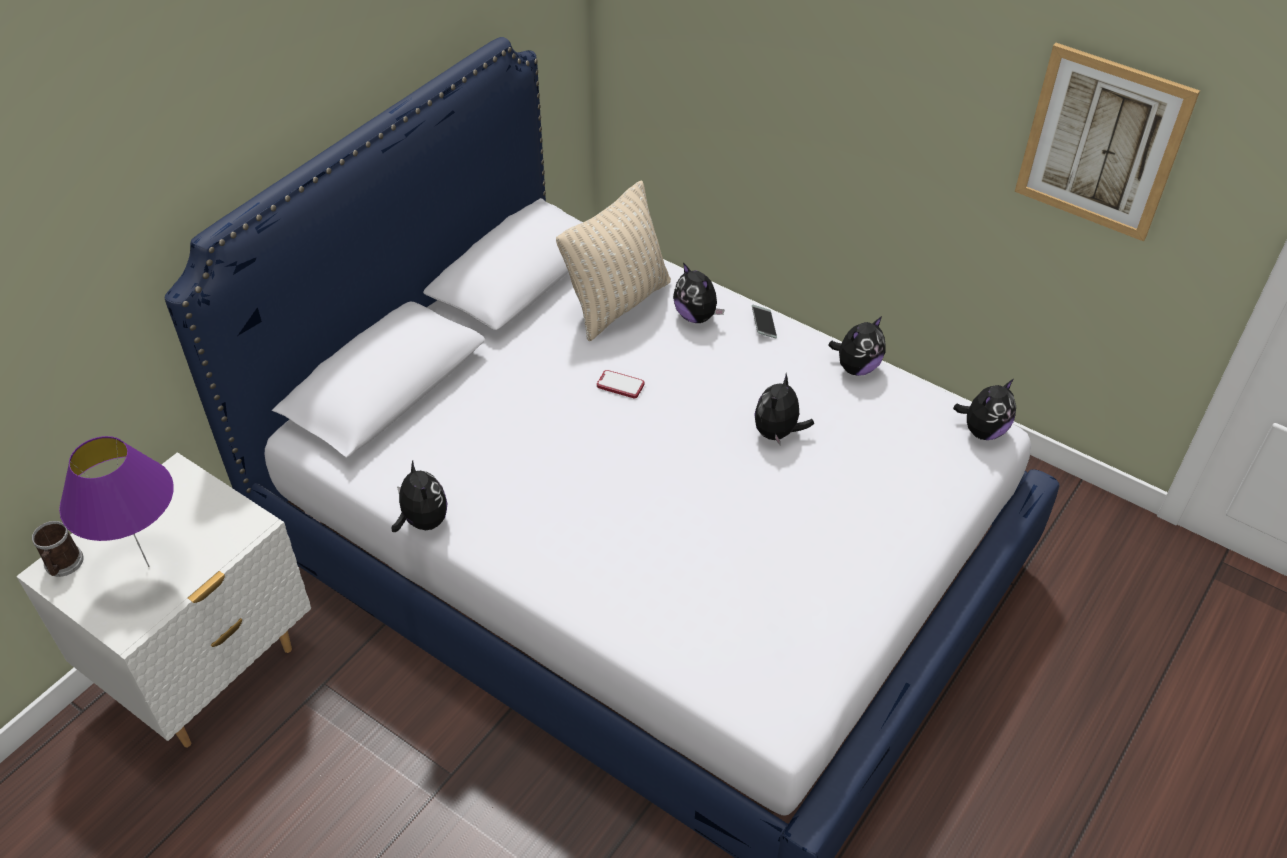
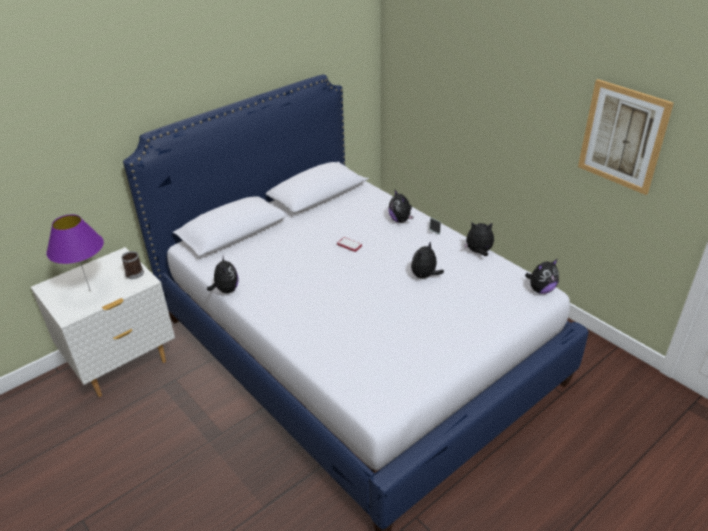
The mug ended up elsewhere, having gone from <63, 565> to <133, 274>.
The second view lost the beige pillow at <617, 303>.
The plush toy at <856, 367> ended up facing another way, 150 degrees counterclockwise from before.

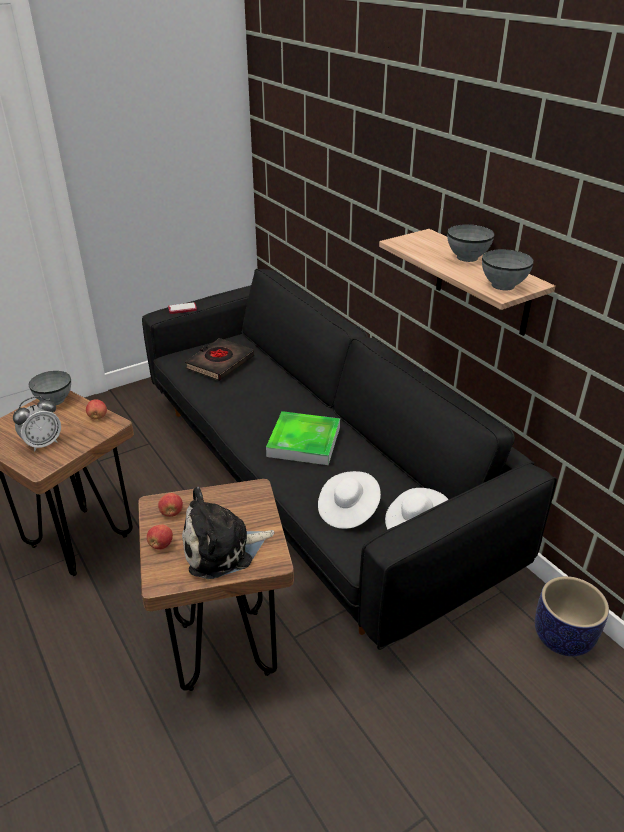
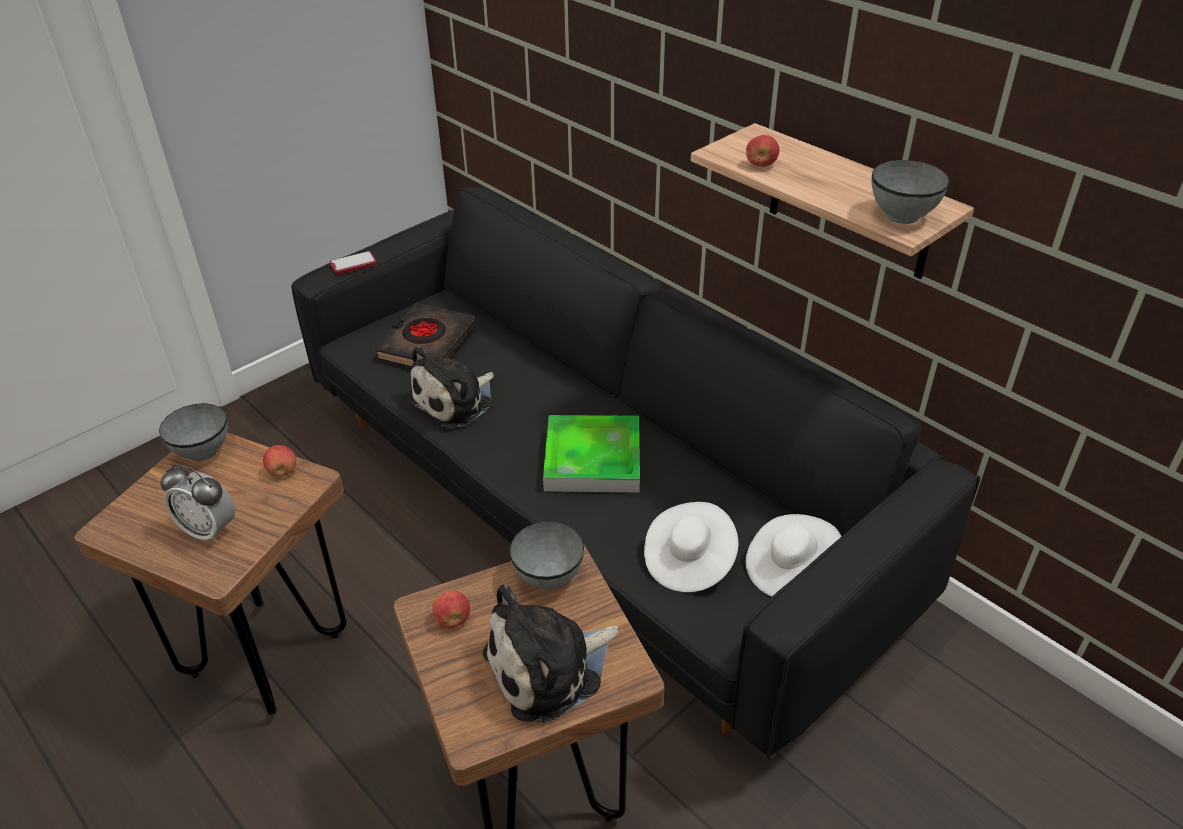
The alarm clock at <43, 443> ended up facing another way, 75 degrees clockwise from before.
The apple ended up elsewhere, having gone from <161, 545> to <761, 164>.
The grey bowl ended up elsewhere, having gone from <467, 257> to <548, 576>.
The second view lost the planter at <563, 637>.
The second view gained the plush toy at <455, 401>.

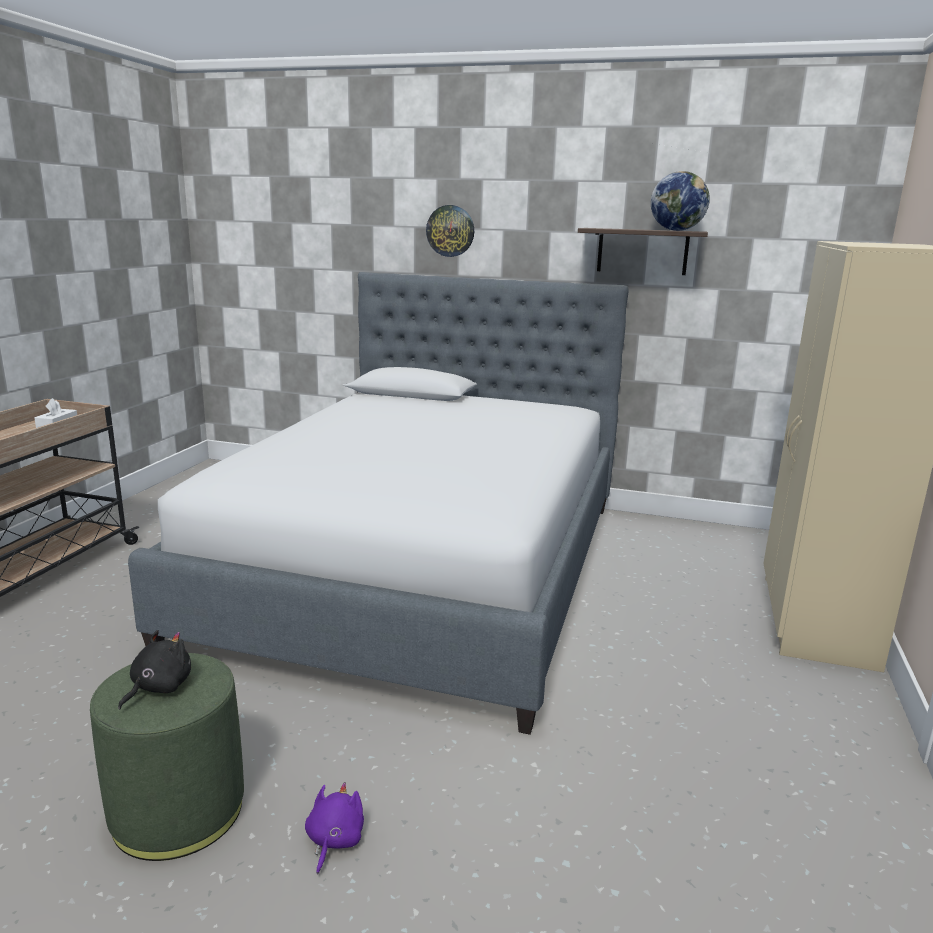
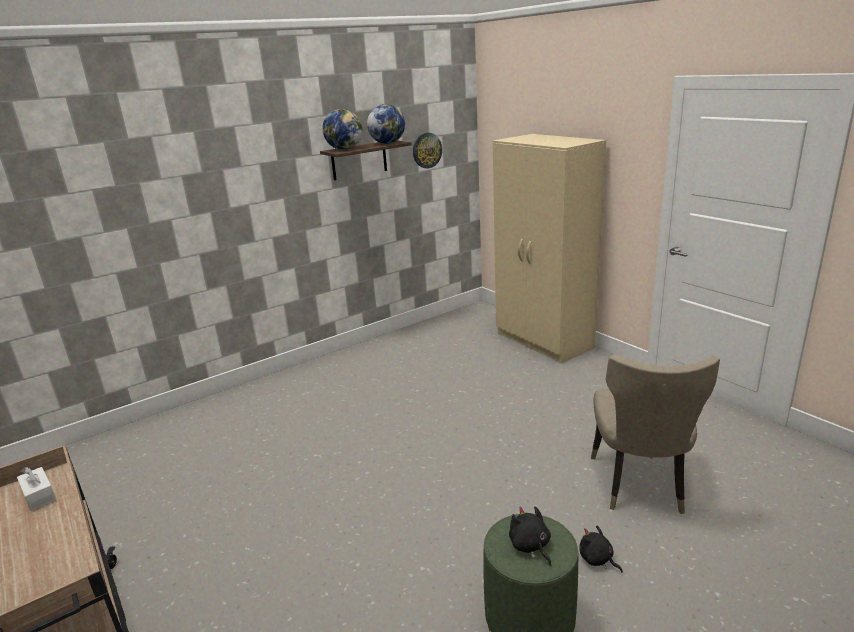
The second view lost the bed at <423, 568>.
What was the purple plush toy at <334, 841> turned into the black plush toy at <597, 559>.
The wall clock ended up elsewhere, having gone from <450, 231> to <427, 150>.
The second view gained the globe at <345, 149>.
The second view gained the beige chair at <640, 486>.

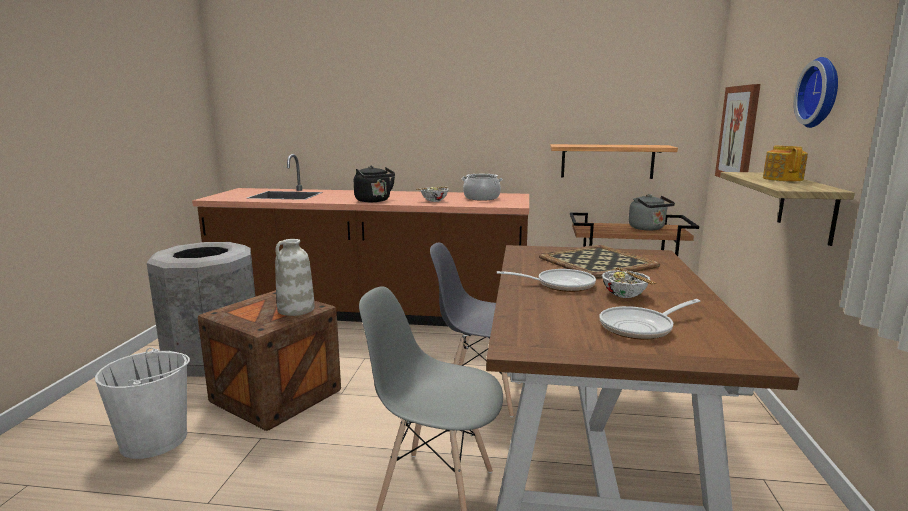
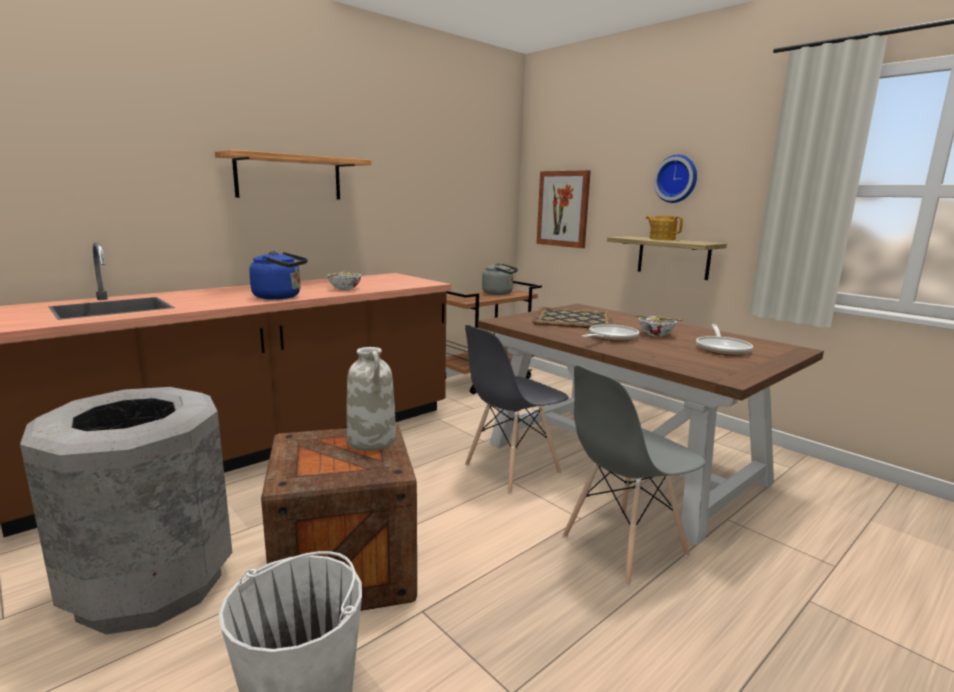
What was the black kettle at <374, 201> turned into the blue kettle at <280, 297>.
The second view lost the cooking pot at <481, 198>.
The shelf ended up elsewhere, having gone from <607, 161> to <289, 177>.

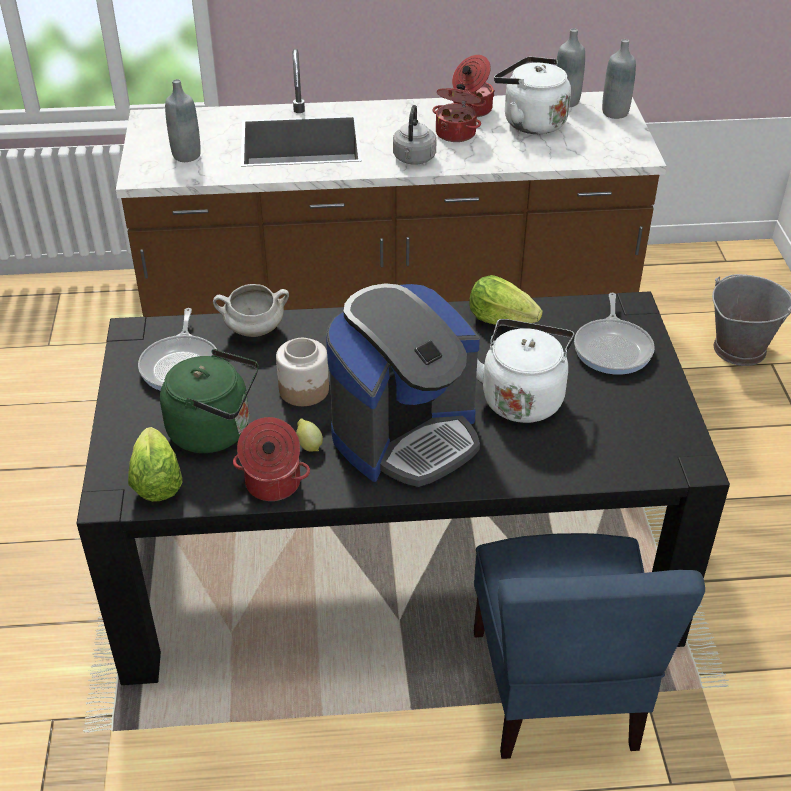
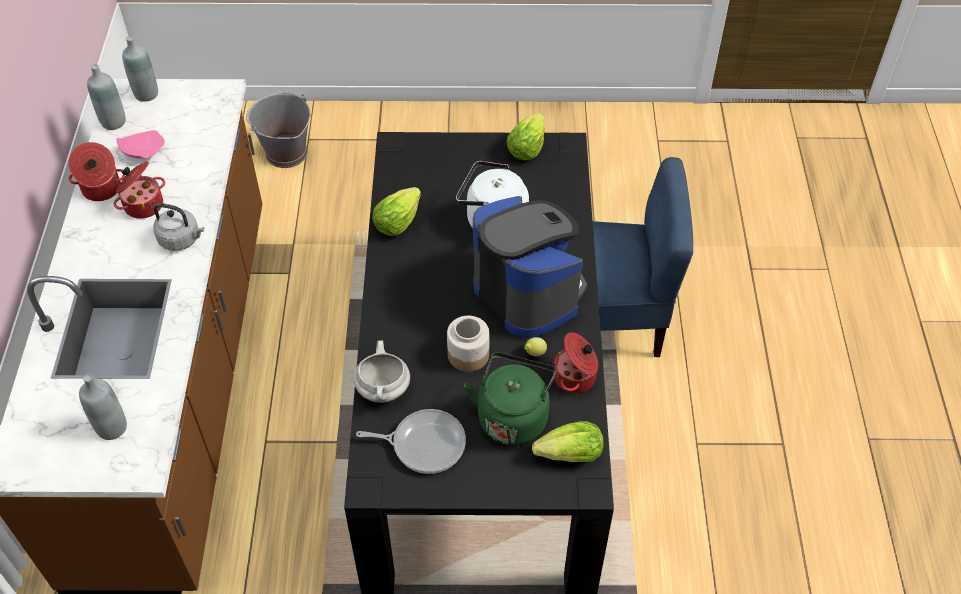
Where the white kettle stood at <530, 122>, the pink plate came to stand at <142, 151>.
The second view lost the frying pan at <613, 348>.
The second view gained the lettuce at <526, 148>.

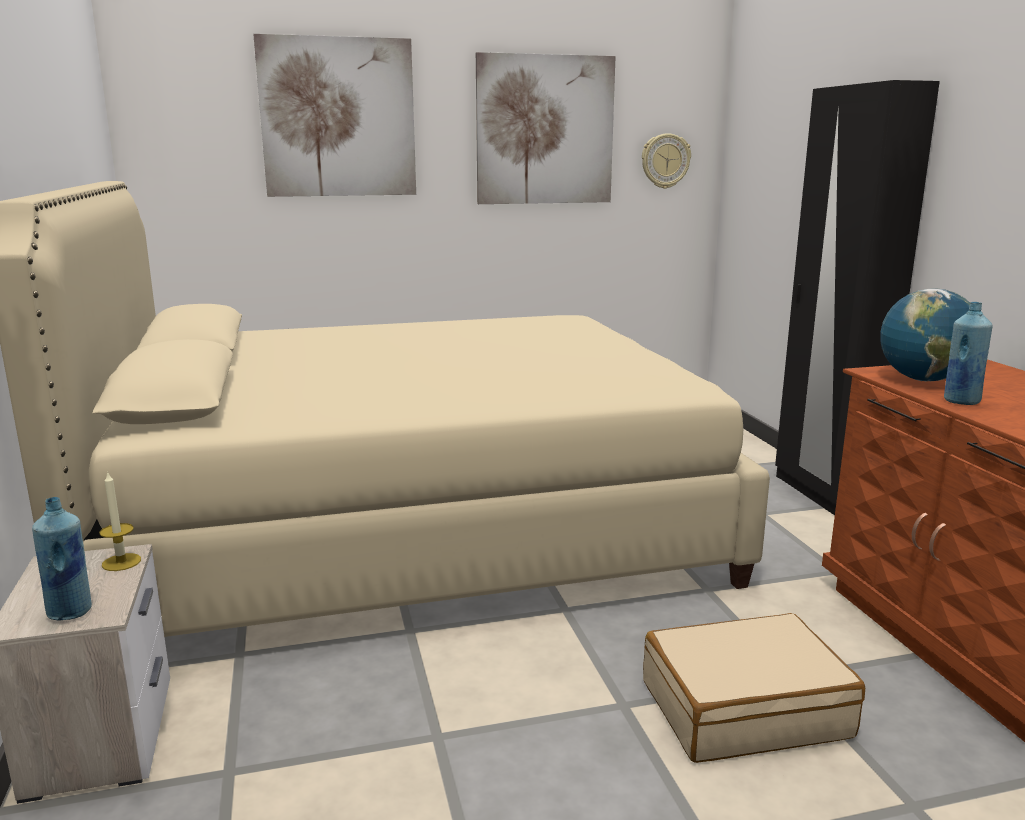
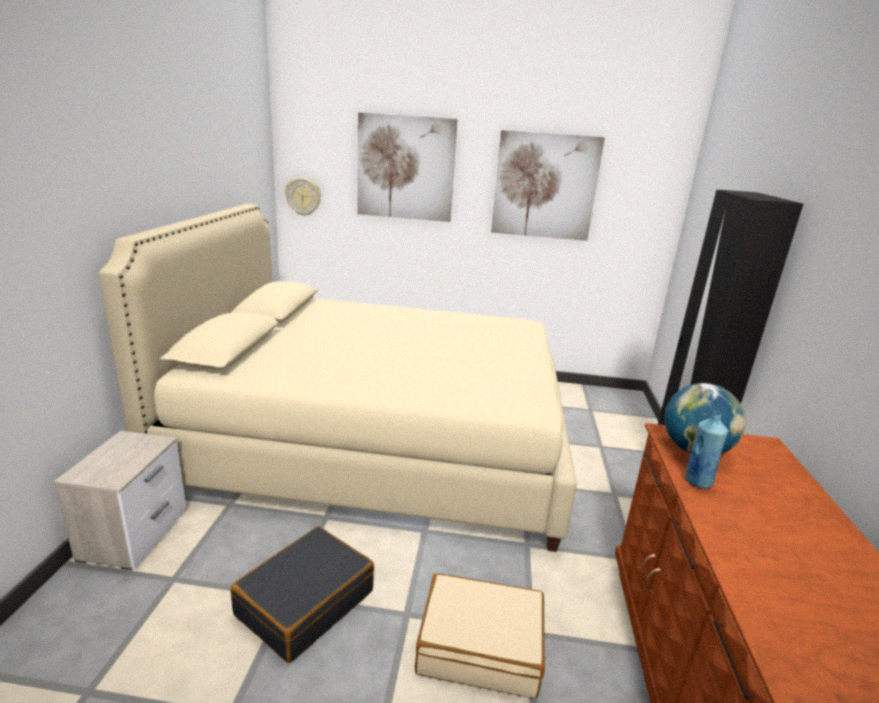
The second view lost the blue bottle at <70, 612>.
The second view lost the candle at <121, 562>.
The wall clock ended up elsewhere, having gone from <665, 161> to <303, 196>.
The second view gained the black suitcase at <305, 602>.

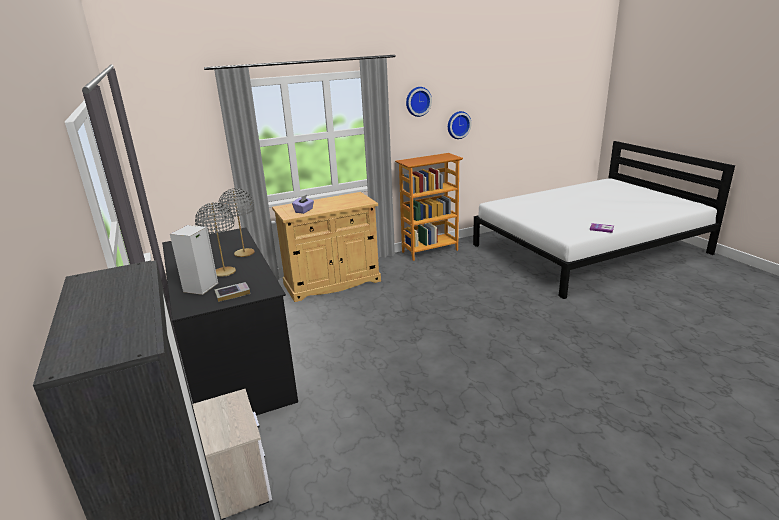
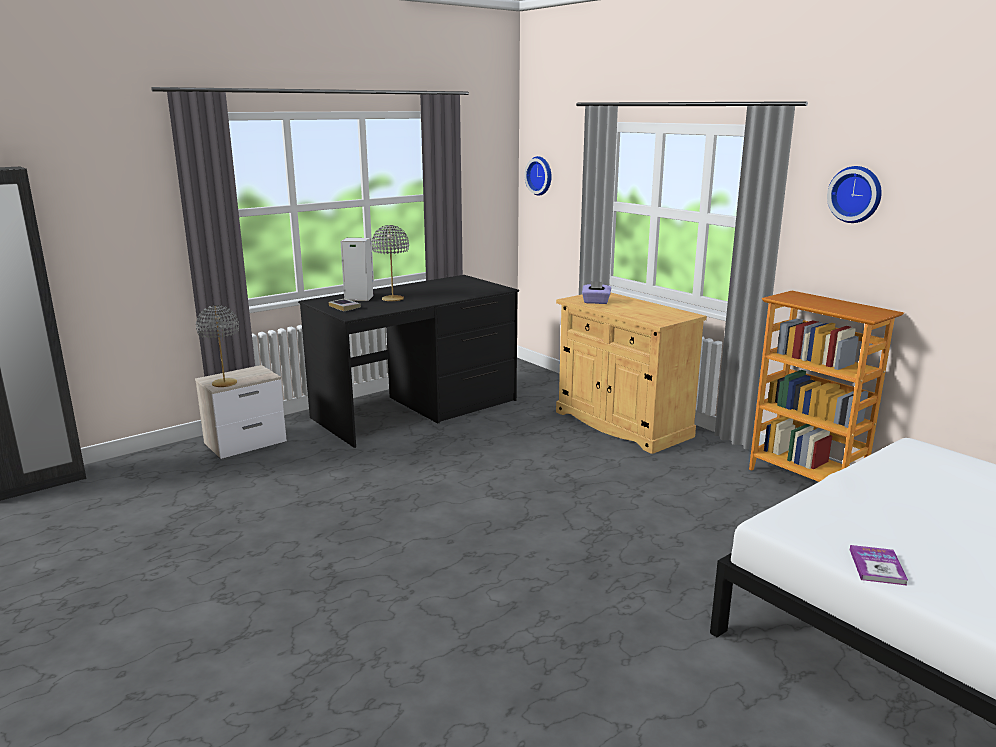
The grey table lamp ended up elsewhere, having gone from <244, 253> to <224, 383>.
The wall clock ended up elsewhere, having gone from <458, 124> to <541, 175>.

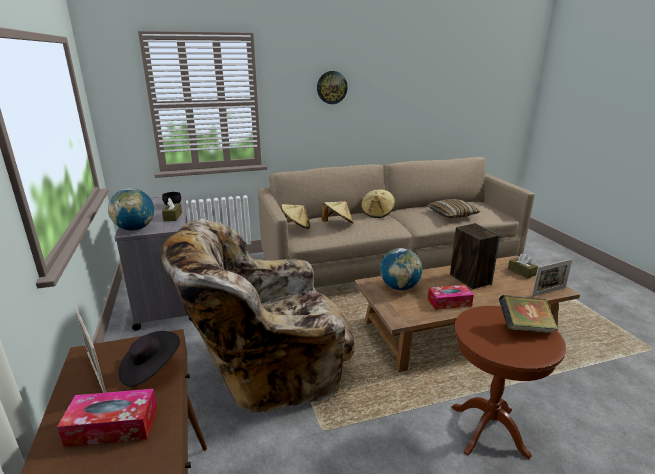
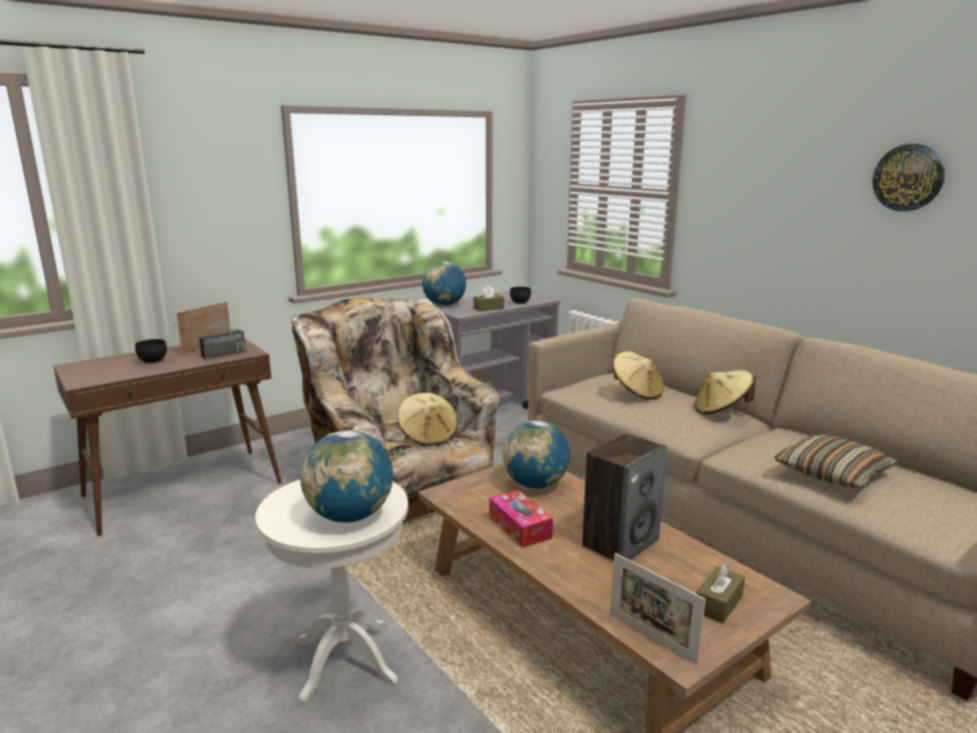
Where the tissue box stood at <113, 426>, the black bowl came to stand at <154, 361>.
Where the black hat stood at <150, 369>, the radio came to stand at <213, 356>.
The beige hat ended up elsewhere, having gone from <295, 227> to <428, 436>.
The wall clock ended up elsewhere, having gone from <332, 87> to <908, 177>.
What was the brown side table at <489, 430> turned into the white side table at <345, 660>.
Where the book stood at <524, 327>, the globe came to stand at <350, 516>.

